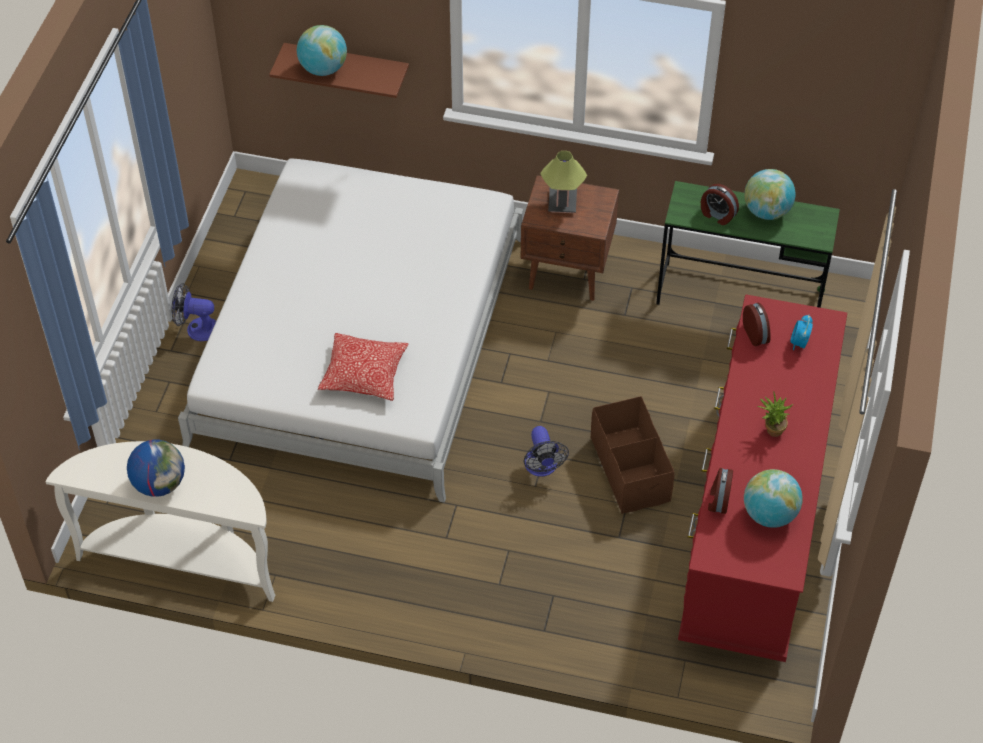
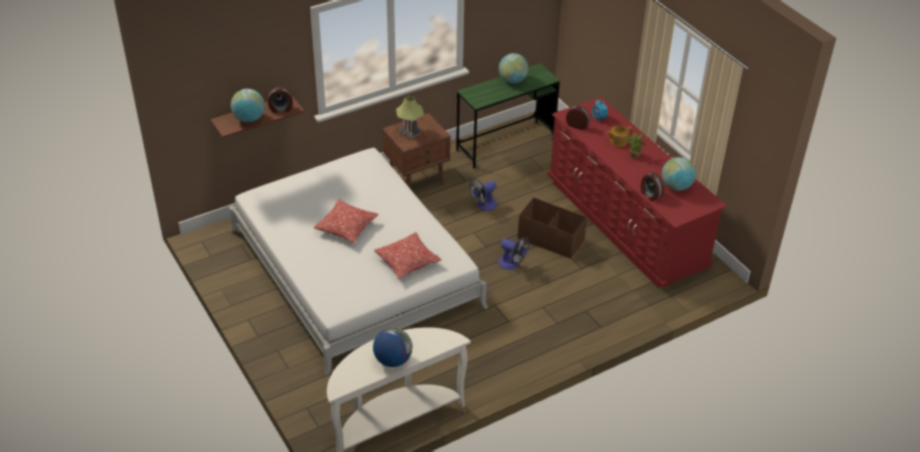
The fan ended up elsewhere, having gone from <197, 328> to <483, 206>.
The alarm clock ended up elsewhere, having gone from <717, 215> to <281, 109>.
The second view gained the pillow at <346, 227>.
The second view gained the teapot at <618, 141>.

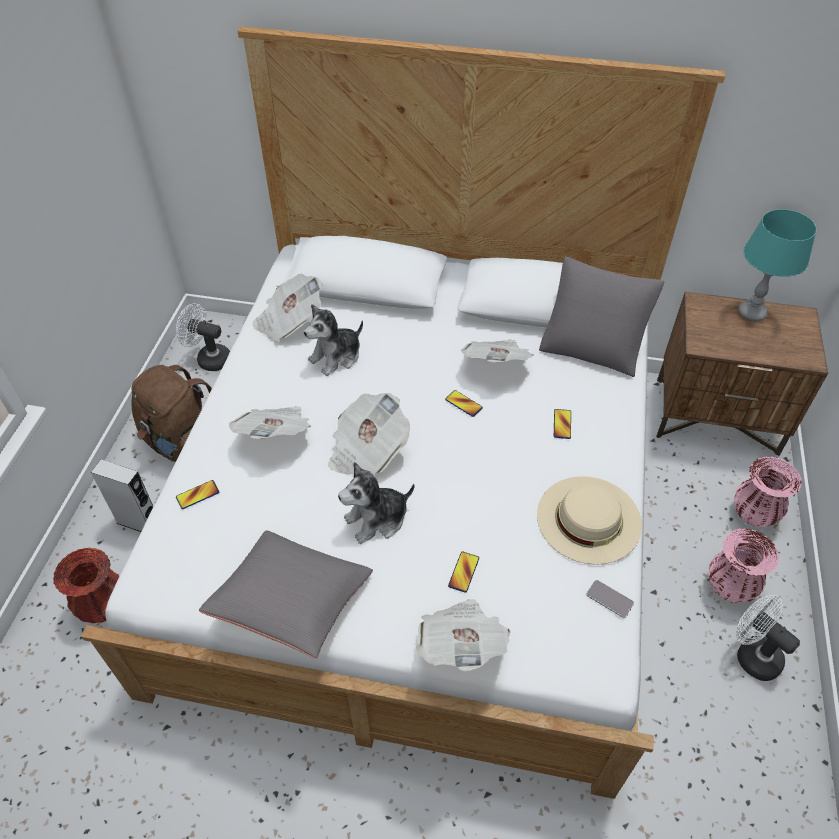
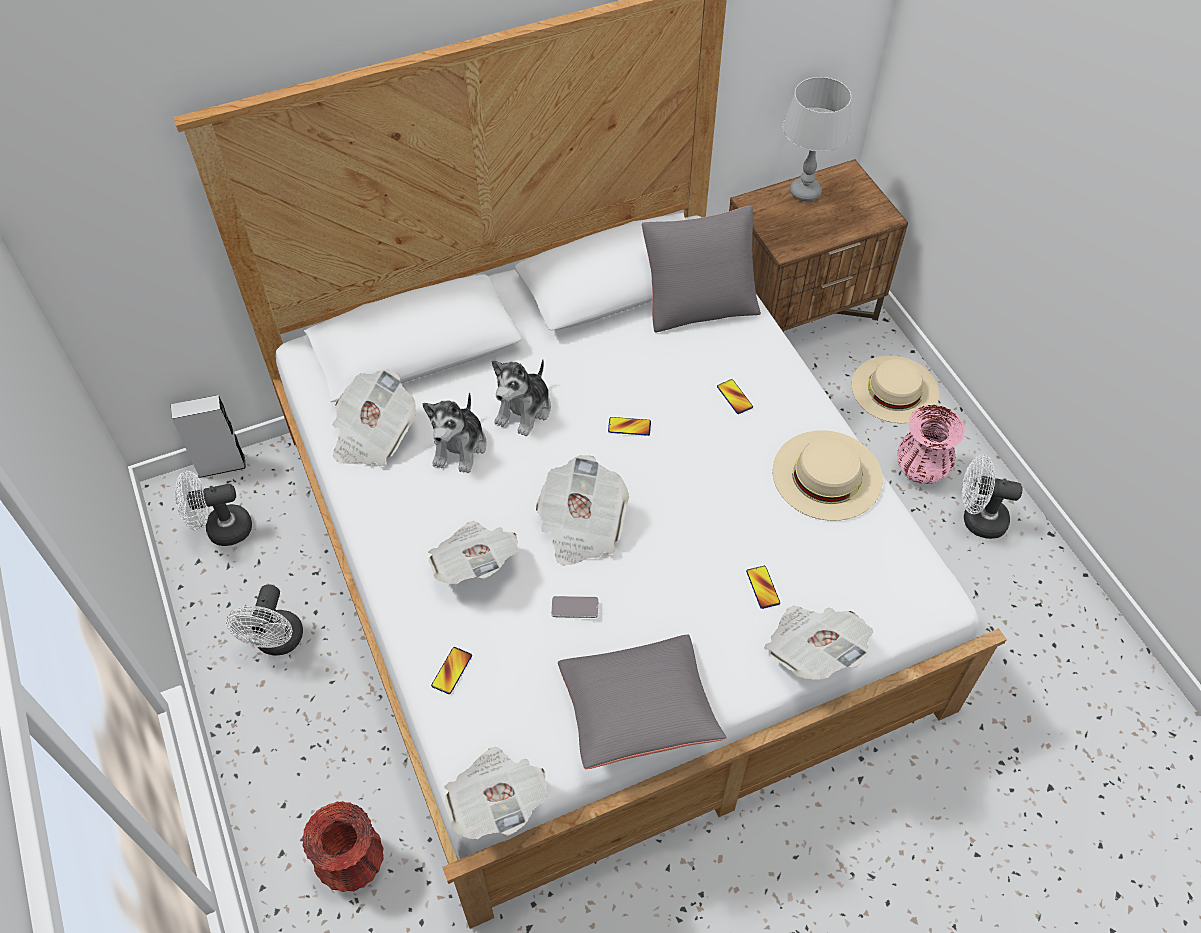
The grey speaker ended up elsewhere, having gone from <139, 523> to <221, 465>.
Where the brown backpack stood at <181, 442>, the white fan came to stand at <277, 643>.
The plush toy ended up elsewhere, having gone from <377, 519> to <524, 410>.
The newspaper ended up elsewhere, having gone from <496, 364> to <497, 801>.
The phone ended up elsewhere, having gone from <609, 599> to <575, 607>.
Where the pink vase stood at <754, 514>, the beige hat came to stand at <894, 389>.
What was the turquoise table lamp at <751, 313> turned into the grey table lamp at <805, 192>.

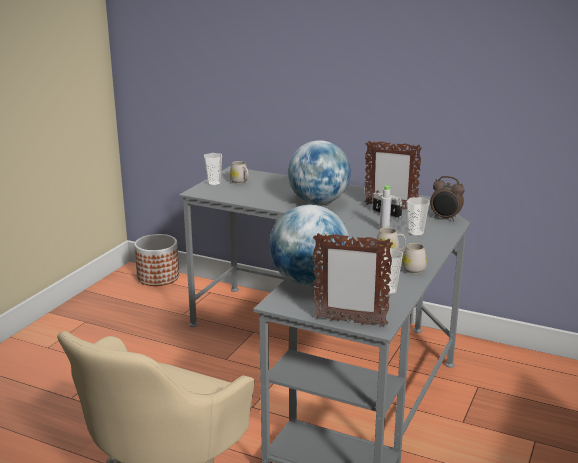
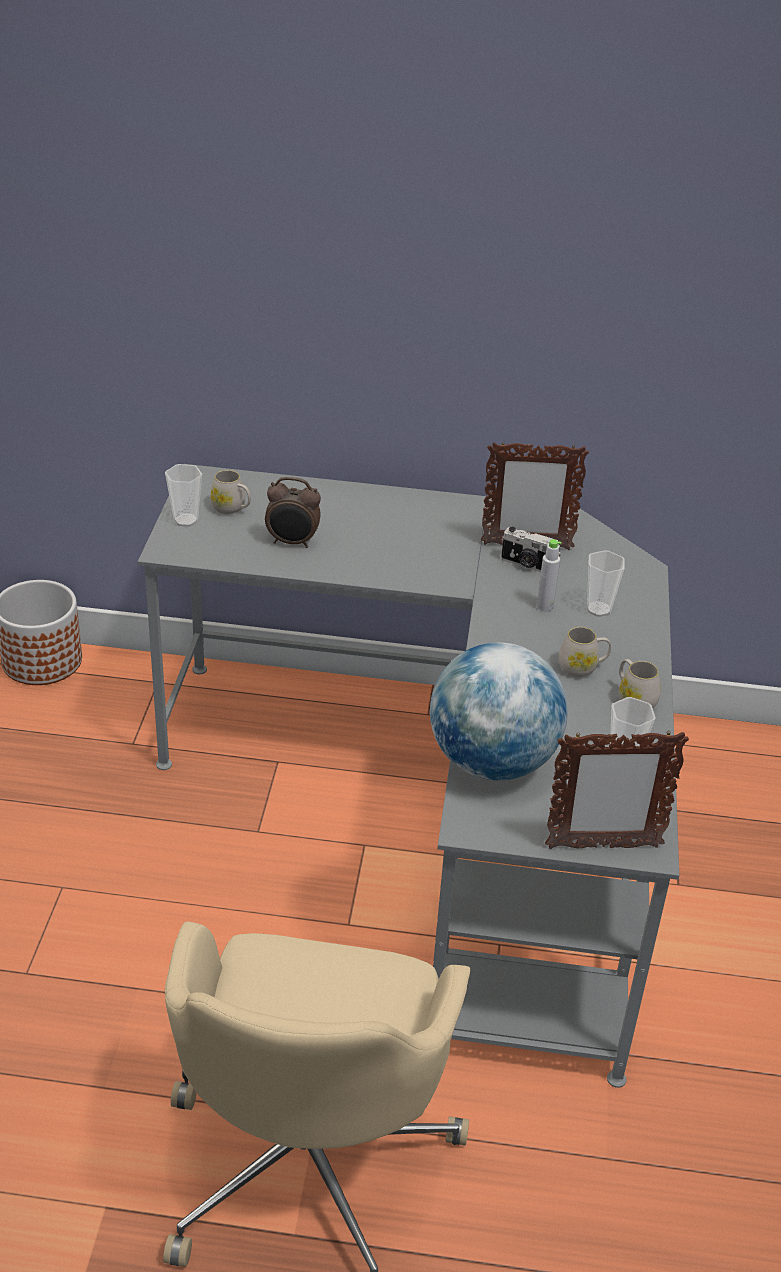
The second view lost the globe at <318, 202>.
The alarm clock ended up elsewhere, having gone from <445, 218> to <292, 542>.

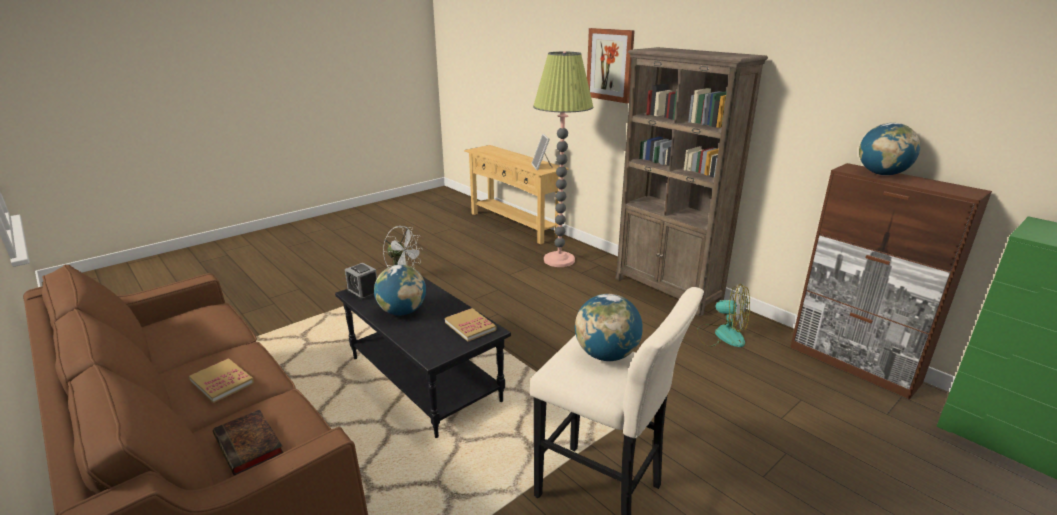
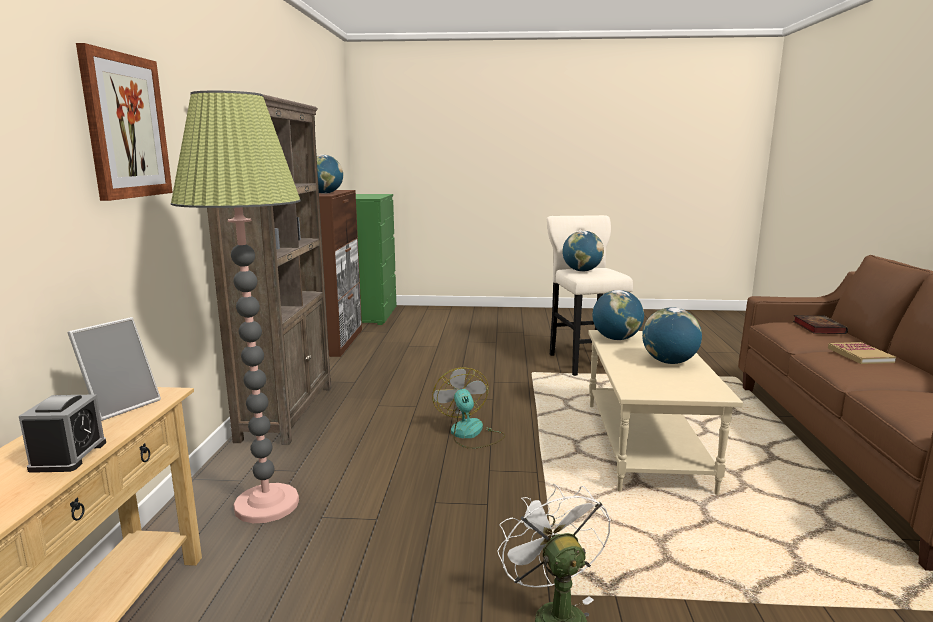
What was the black coffee table at <422, 379> turned into the beige coffee table at <647, 445>.
The alarm clock ended up elsewhere, having gone from <363, 292> to <68, 456>.
Where the book stood at <470, 326>, the globe came to stand at <616, 339>.
The fan ended up elsewhere, having gone from <721, 335> to <470, 434>.

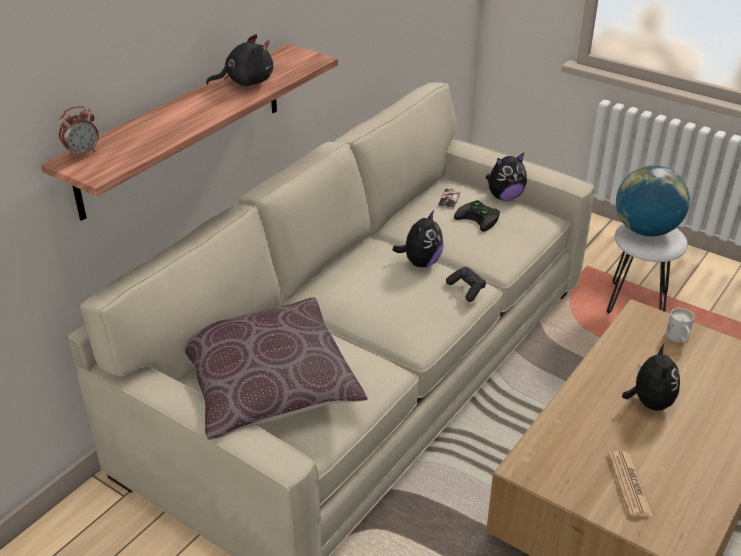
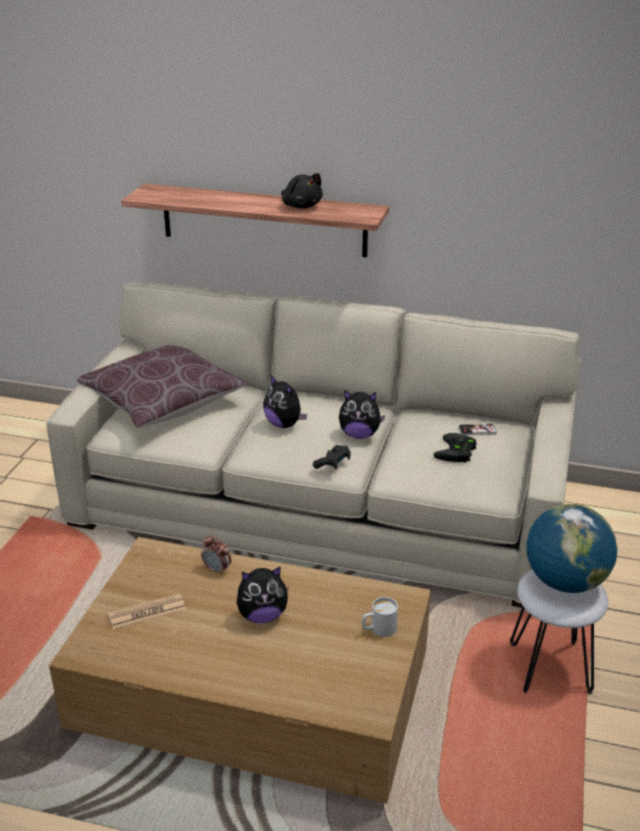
The alarm clock ended up elsewhere, having gone from <83, 153> to <217, 570>.
The plush toy ended up elsewhere, having gone from <504, 197> to <284, 424>.

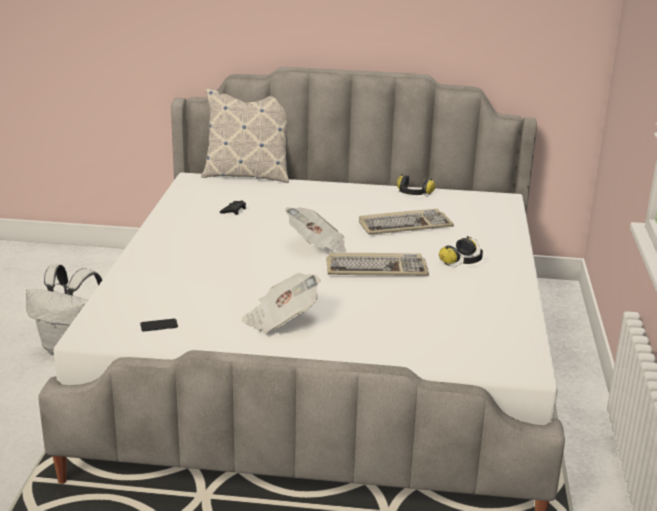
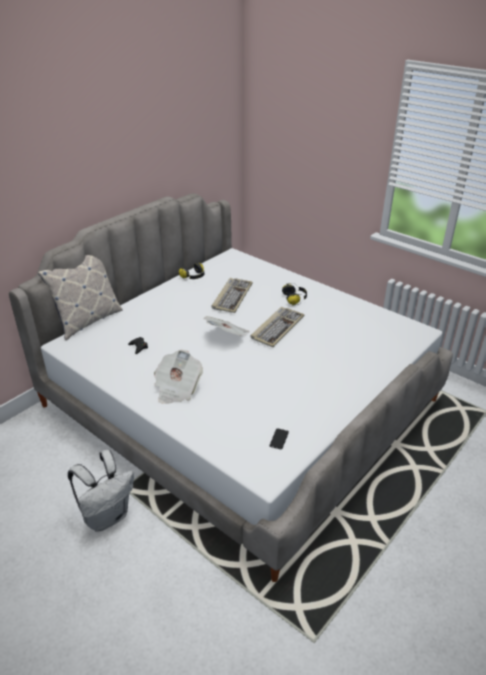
The newspaper ended up elsewhere, having gone from <280, 320> to <177, 388>.

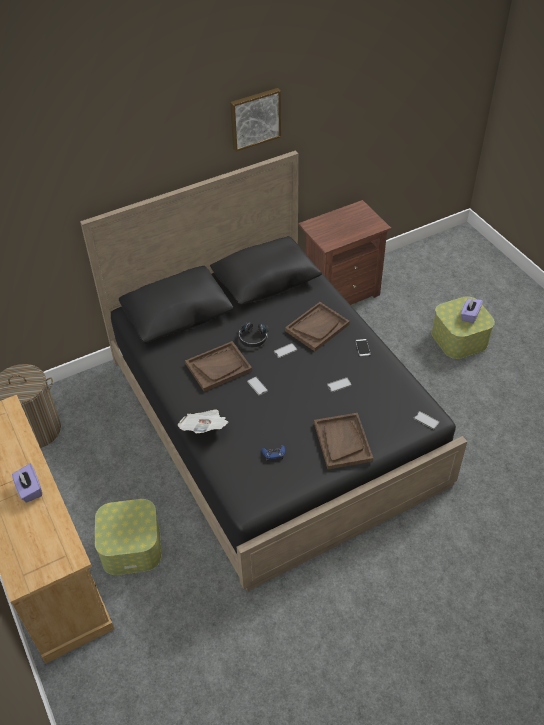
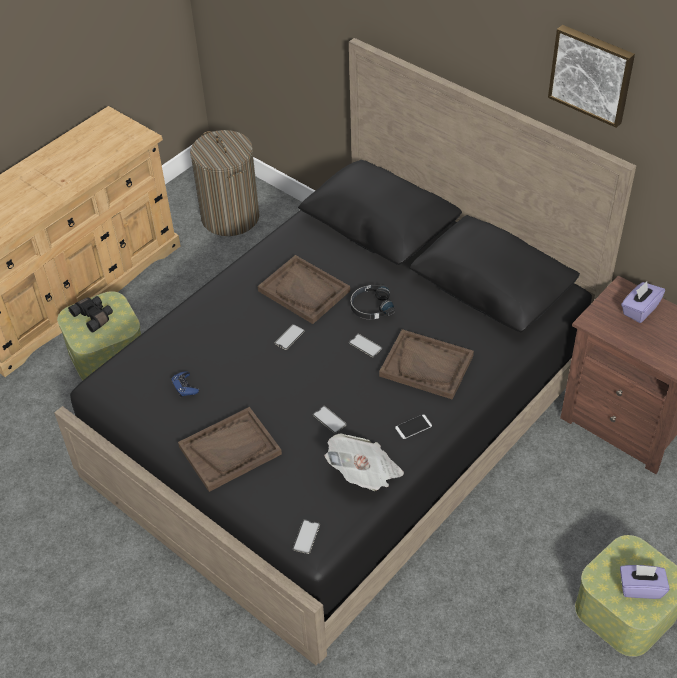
The purple tissue box ended up elsewhere, having gone from <29, 490> to <639, 310>.
The newspaper ended up elsewhere, having gone from <205, 429> to <364, 474>.
The second view gained the black binoculars at <94, 317>.

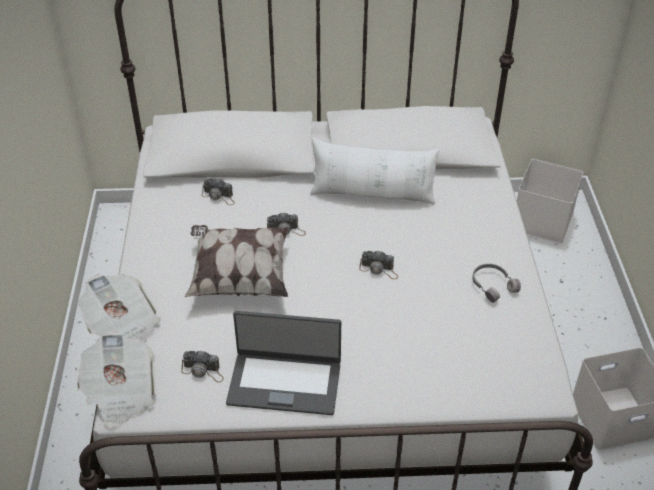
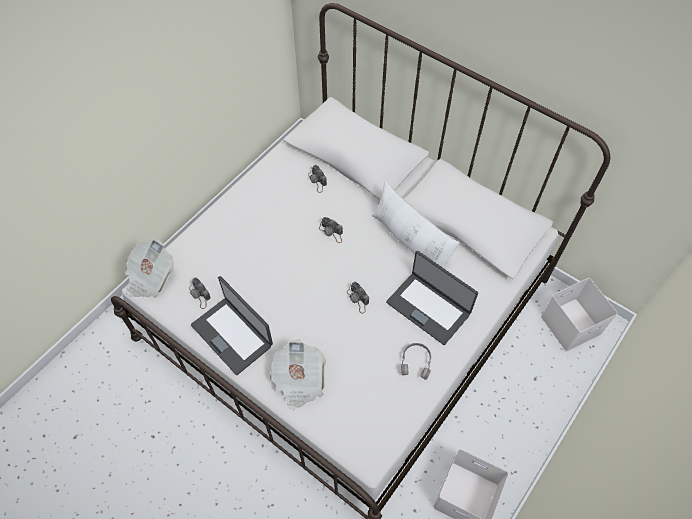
The newspaper ended up elsewhere, having gone from <123, 326> to <299, 381>.
The second view lost the pillow at <239, 276>.
The second view gained the laptop at <428, 307>.

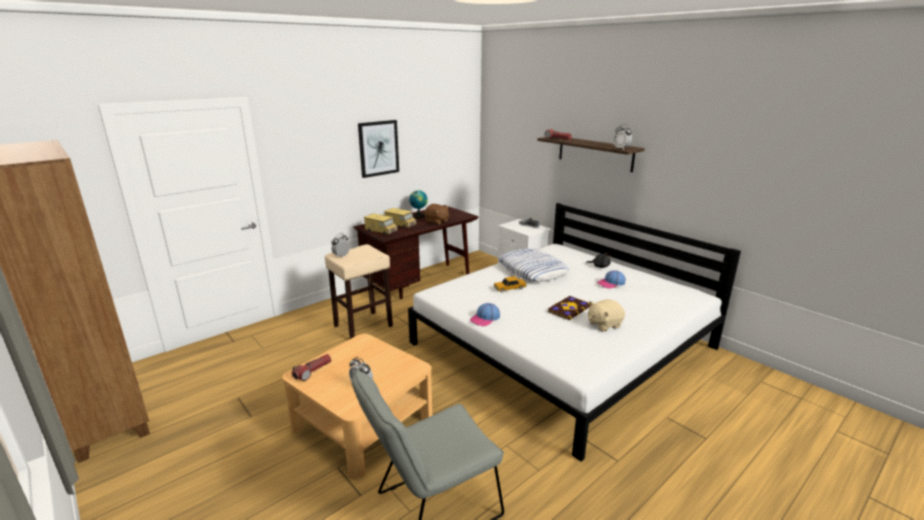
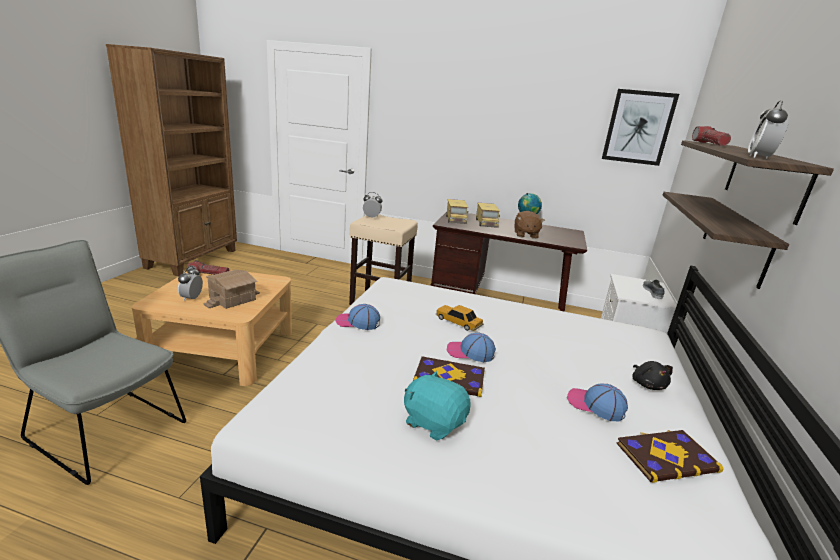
The picture ended up elsewhere, having gone from <378, 148> to <638, 127>.
The second view lost the pillow at <532, 270>.
What was the beige plush toy at <604, 324> turned into the turquoise plush toy at <434, 422>.
The second view gained the toy house at <232, 298>.
The second view gained the cap at <470, 352>.
The second view gained the book at <666, 456>.
The second view gained the shelf at <735, 238>.

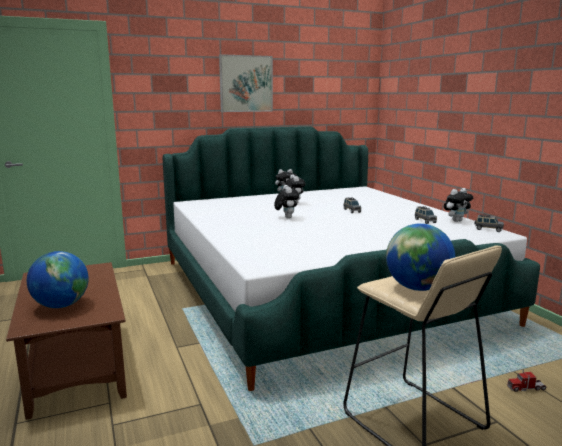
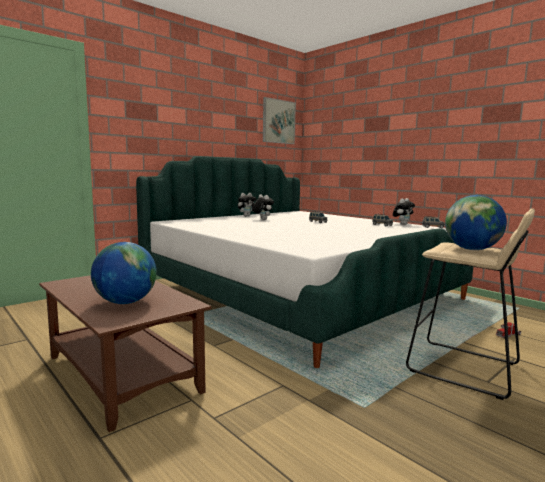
The picture ended up elsewhere, having gone from <246, 83> to <278, 121>.
The second view lost the plush toy at <286, 217>.

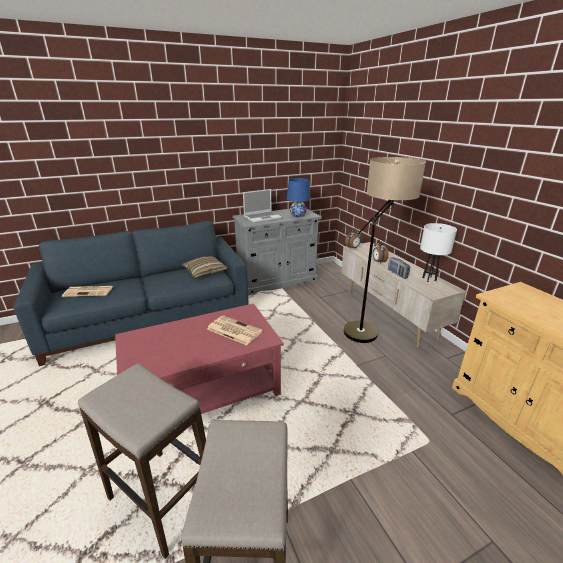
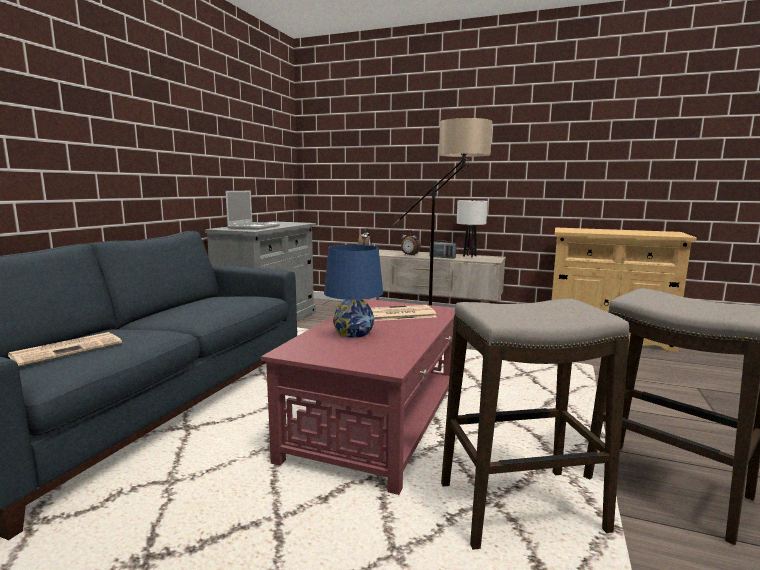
The second view lost the pillow at <205, 272>.
The blue table lamp ended up elsewhere, having gone from <298, 215> to <353, 333>.

